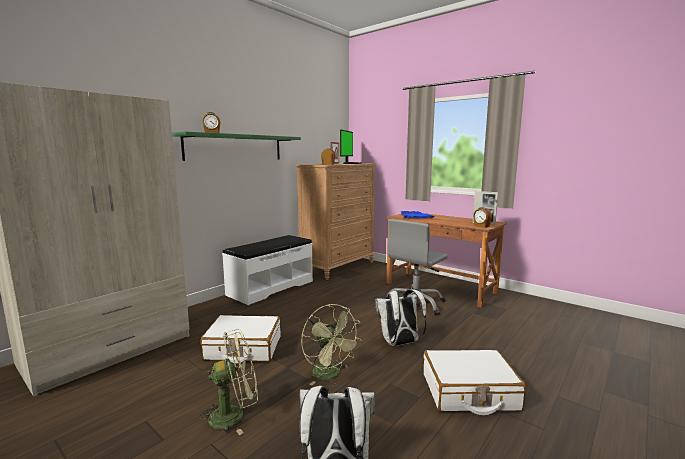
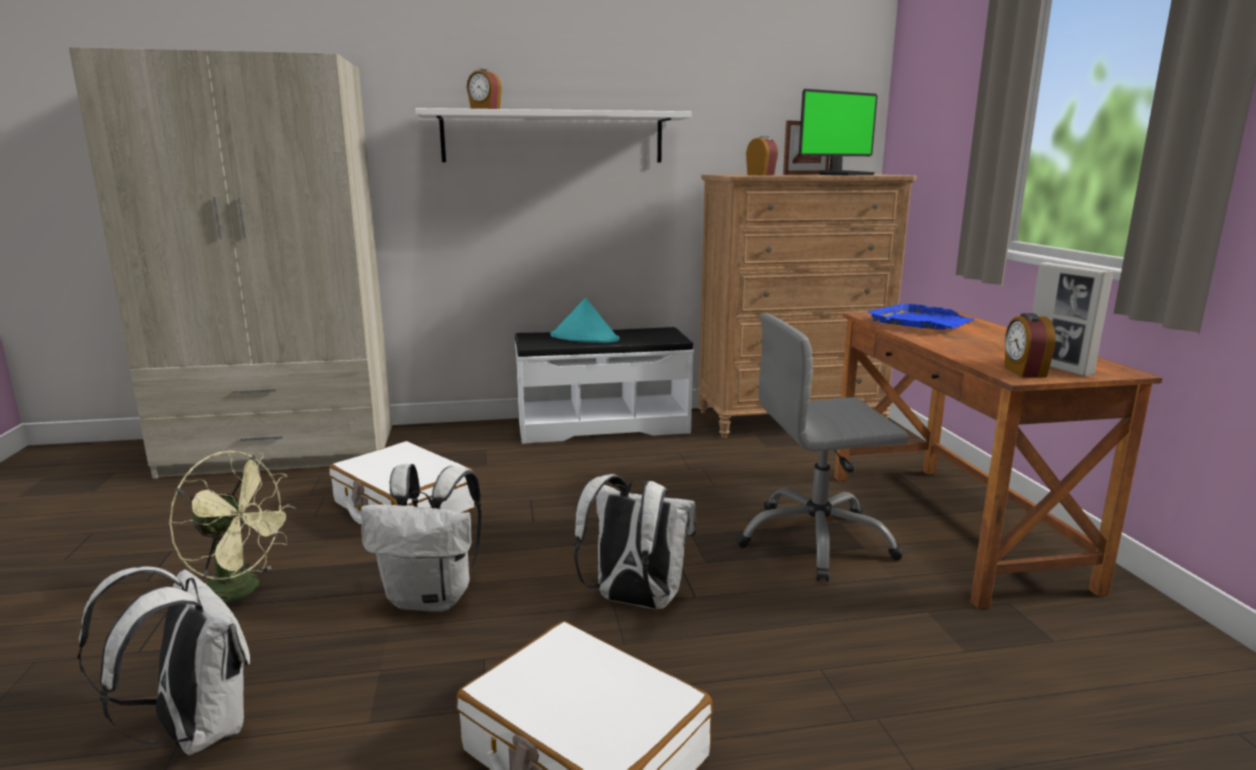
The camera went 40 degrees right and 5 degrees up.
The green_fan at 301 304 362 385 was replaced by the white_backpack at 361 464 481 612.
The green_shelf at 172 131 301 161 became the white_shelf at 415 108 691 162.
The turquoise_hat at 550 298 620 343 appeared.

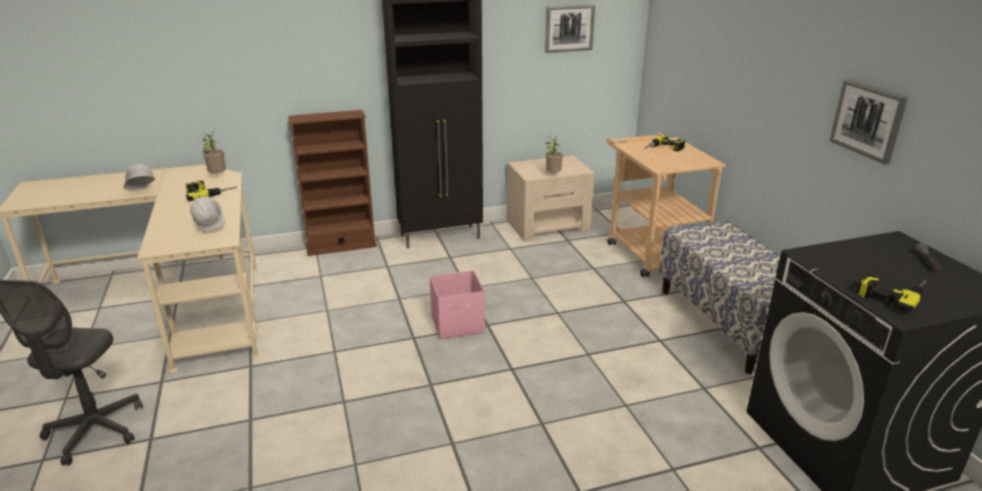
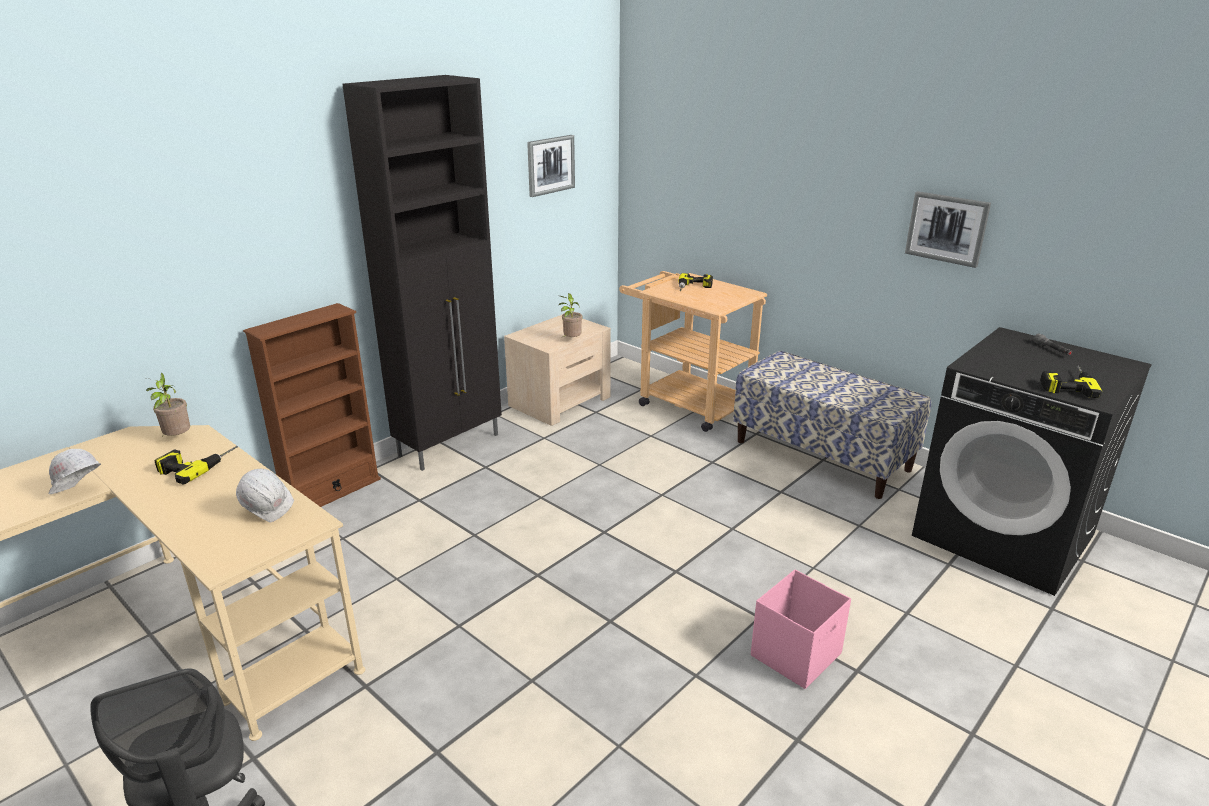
The camera went 30 degrees left and 0 degrees up.
The pink_storage_box moved from 430 270 485 339 to 751 569 851 689.

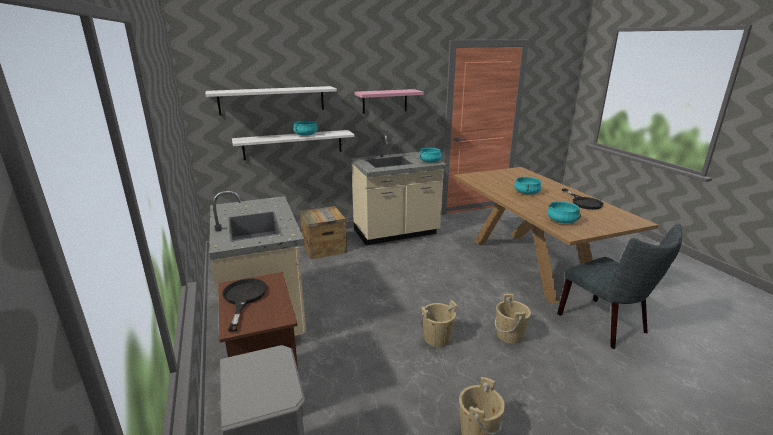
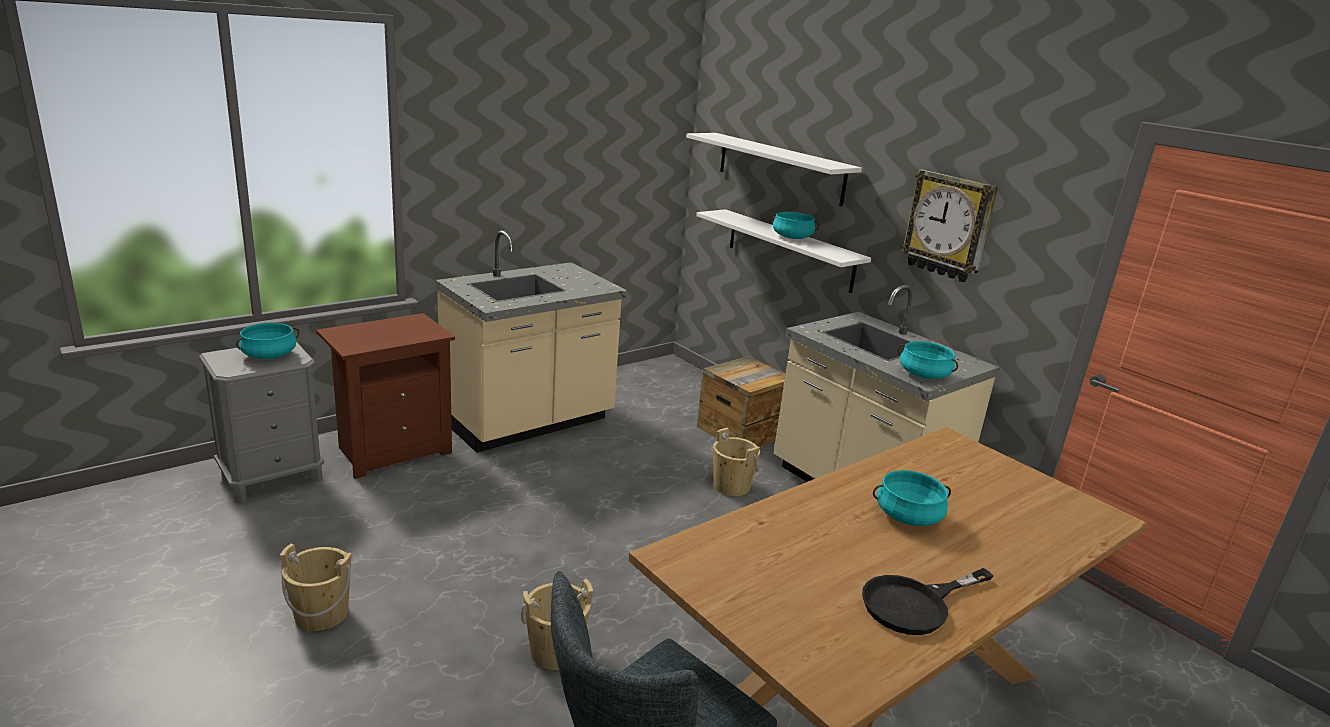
The camera went 70 degrees right and 0 degrees up.
The turquoise_cooking_pot moved from 547 202 581 223 to 236 323 299 359.
The beige_bucket moved from 421 300 457 347 to 713 428 760 496.
The pink_shelf at 355 89 424 114 was replaced by the wall_clock at 901 170 998 282.
The black_frying_pan at 222 279 267 332 disappeared.

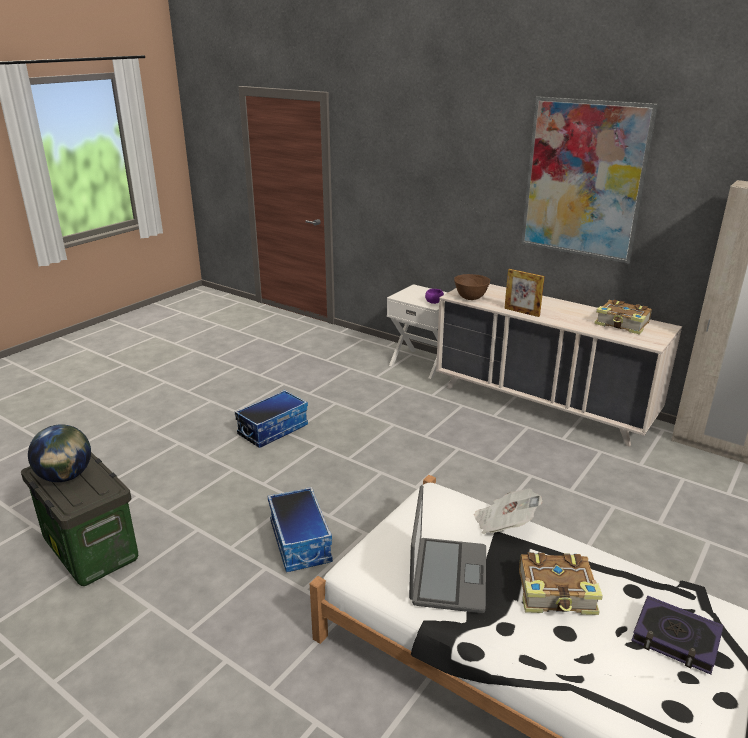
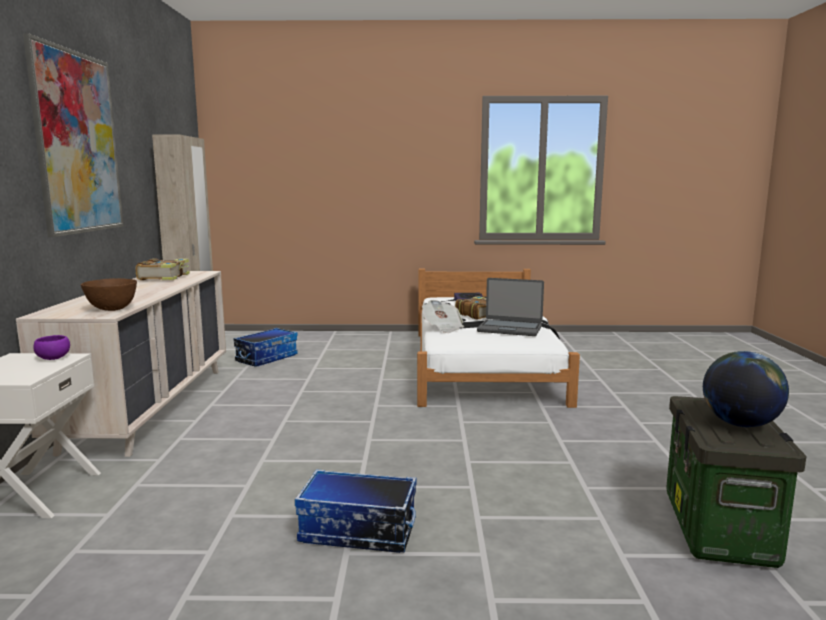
The camera went 125 degrees left and 15 degrees down.
The storage_box moved from 268 487 333 572 to 233 328 298 367.
The laptop at 409 485 486 613 turned 135 degrees counterclockwise.
The picture_frame at 504 269 545 317 disappeared.

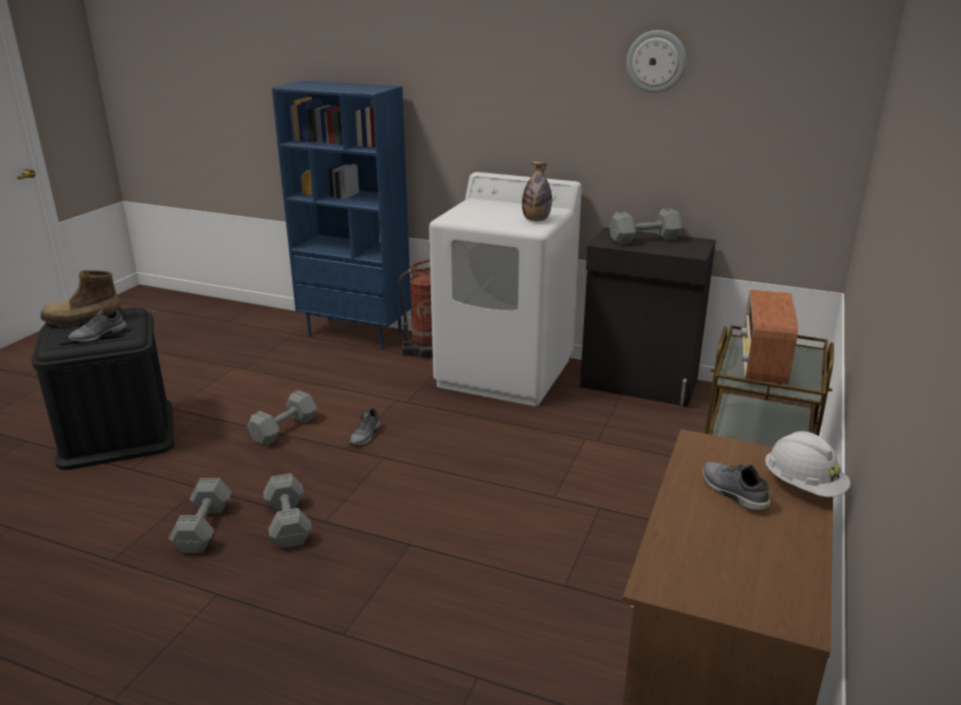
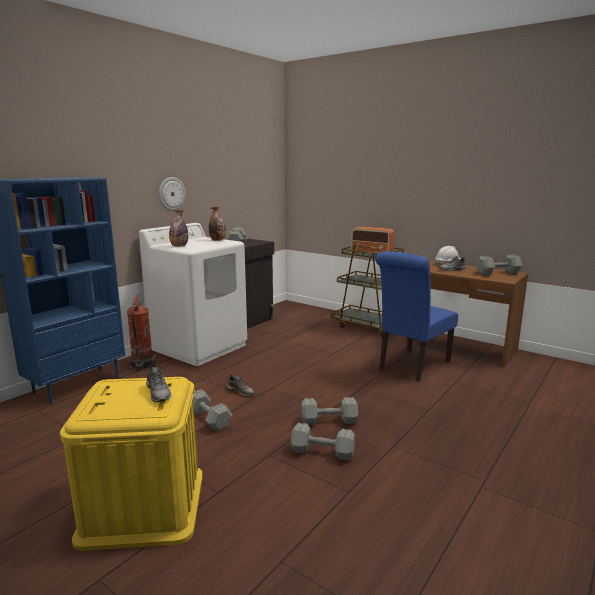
The camera went 75 degrees left and 10 degrees down.
The black_storage_box at 32 307 174 470 became the yellow_storage_box at 60 377 203 551.
The wall_clock moved from 626 30 686 93 to 159 177 186 211.
The bottle at 169 210 188 247 appeared.
The blue_chair at 376 251 458 382 appeared.
The grey_dumbbell at 476 255 522 275 appeared.
The boot at 40 270 123 326 disappeared.

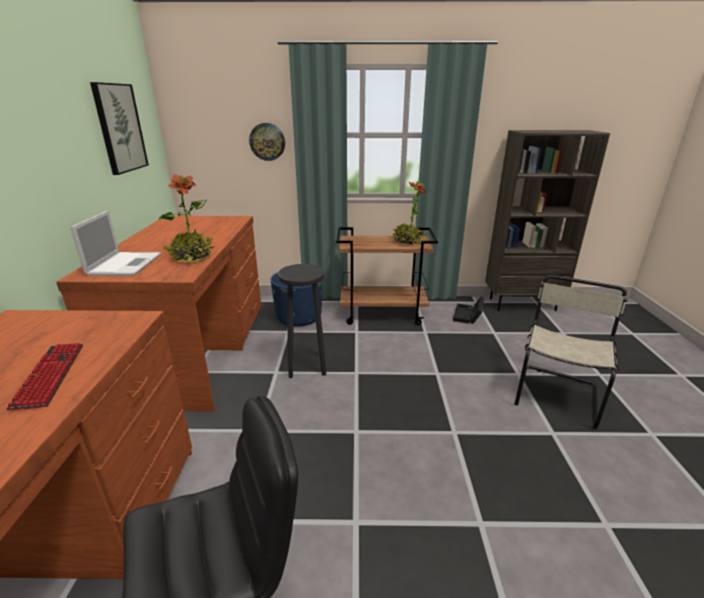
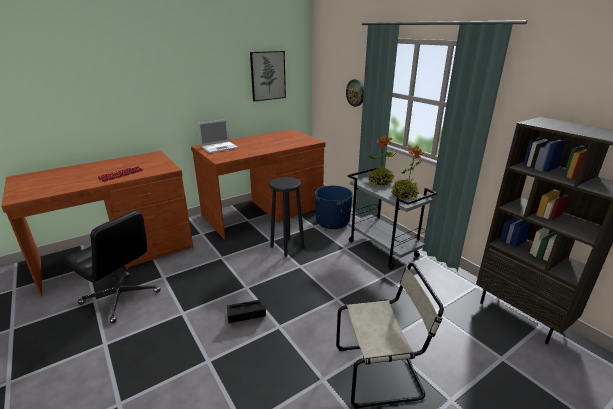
The camera went 55 degrees right and 0 degrees up.
The black_storage_box moved from 453 296 484 324 to 227 299 266 323.
The brown_cart at 337 227 438 325 became the grey_cart at 348 167 437 270.
The potted_plant moved from 159 174 215 264 to 367 135 396 186.

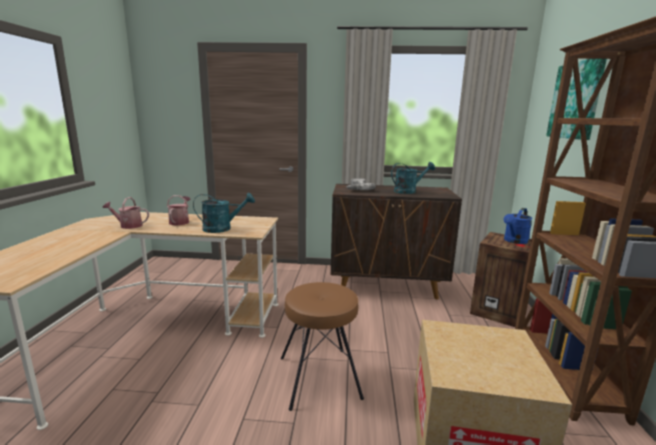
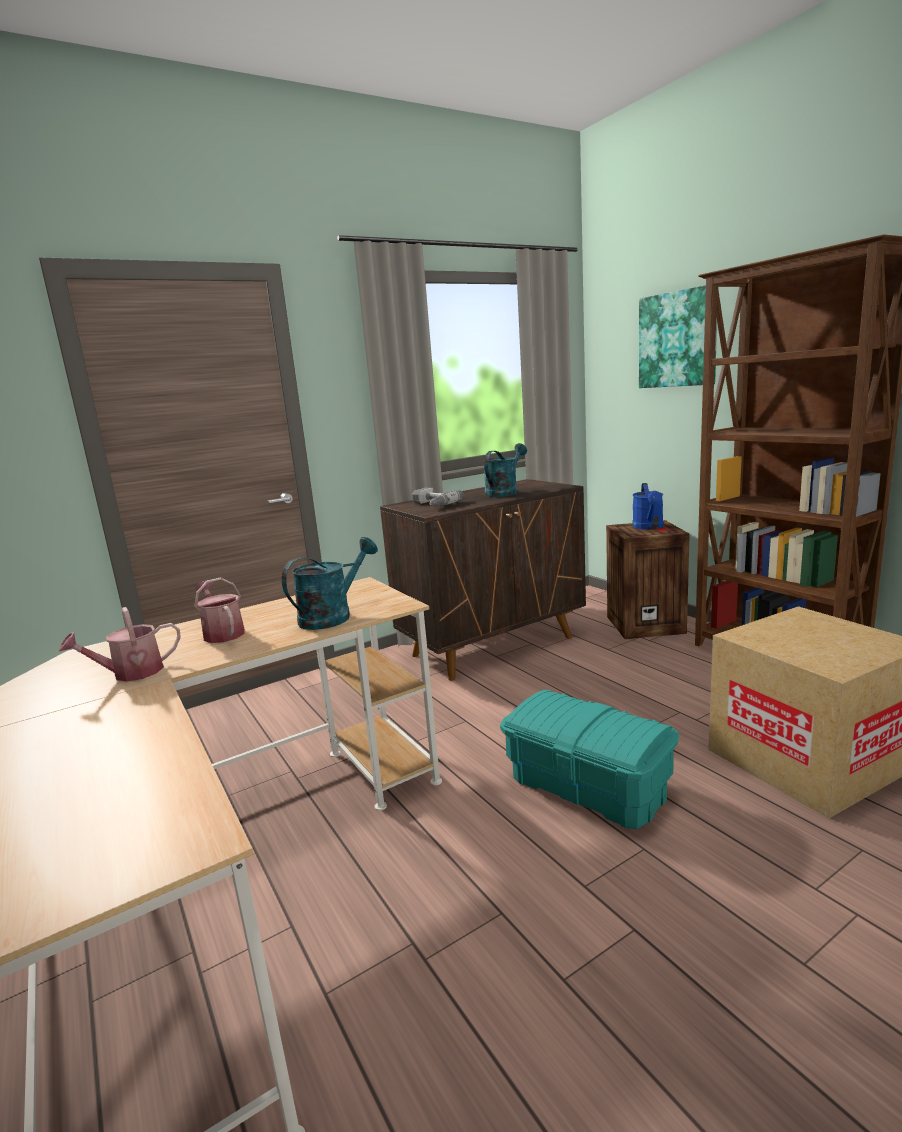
The camera went 35 degrees left and 0 degrees up.
The brown_stool at 281 282 364 411 was replaced by the turquoise_storage_box at 500 690 679 829.

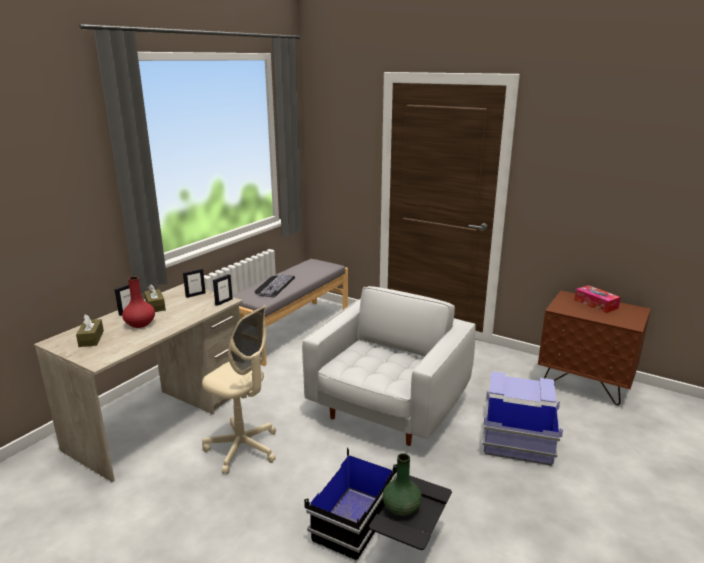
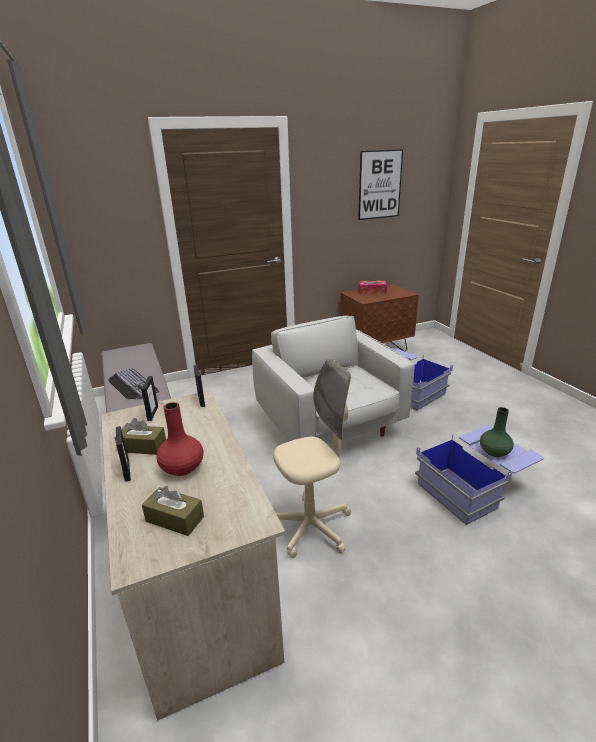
The camera went 55 degrees left and 5 degrees up.
The picture at 358 149 403 220 appeared.
The black_storage_box at 304 447 452 561 became the blue_storage_box at 415 425 544 525.

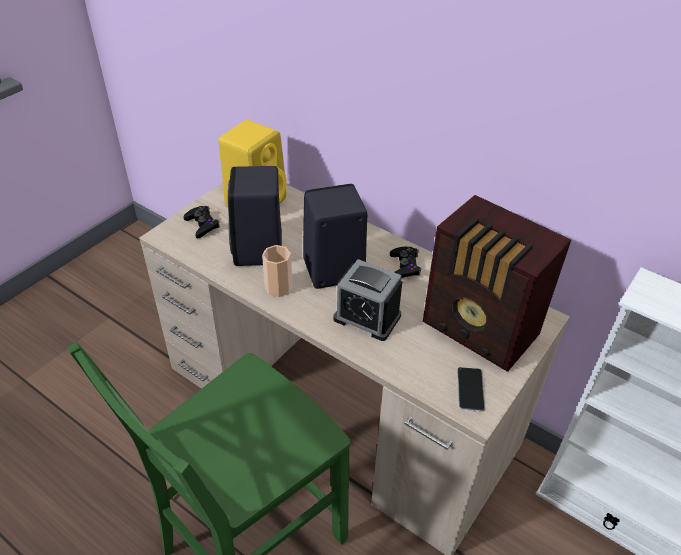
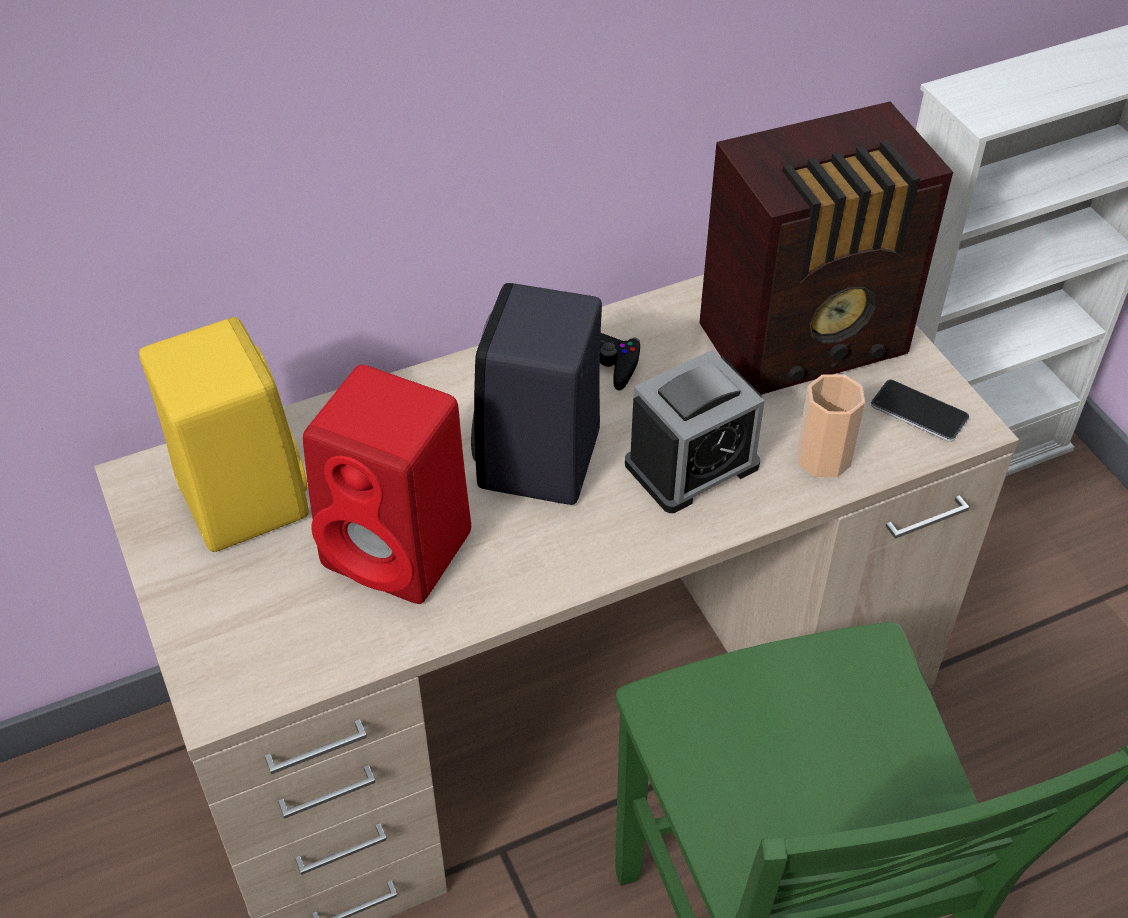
The camera went 60 degrees left and 5 degrees up.
The black_speaker at 228 166 282 266 became the red_speaker at 303 365 471 604.
The cup moved from 262 245 292 297 to 797 374 865 477.
The black_game_controller at 184 206 220 238 disappeared.

